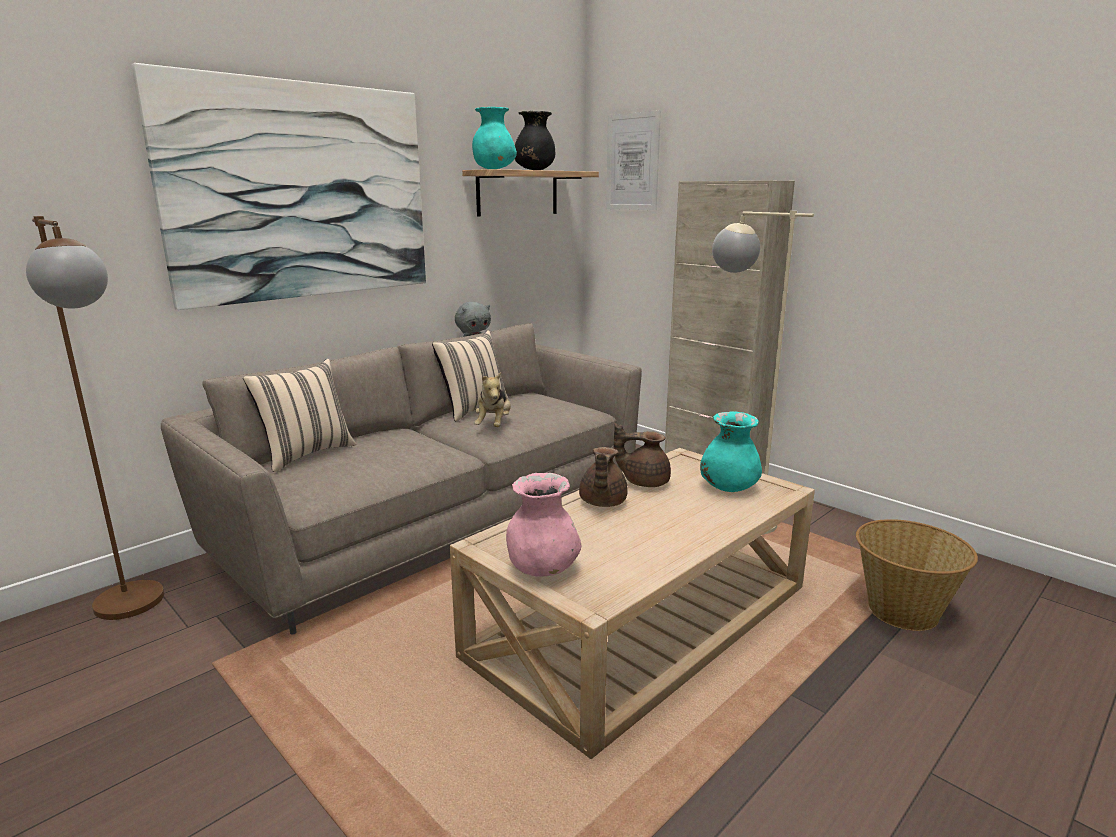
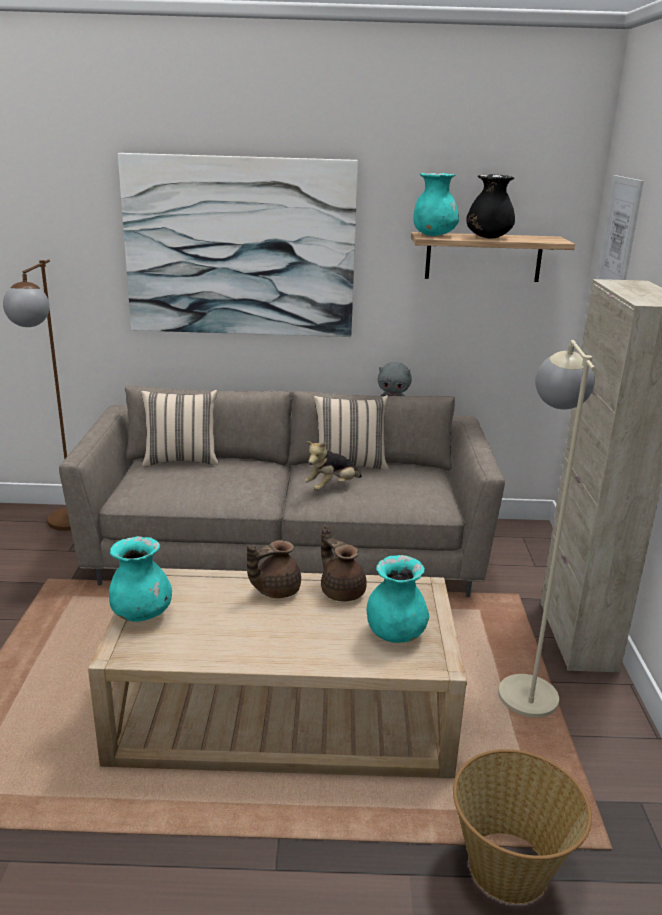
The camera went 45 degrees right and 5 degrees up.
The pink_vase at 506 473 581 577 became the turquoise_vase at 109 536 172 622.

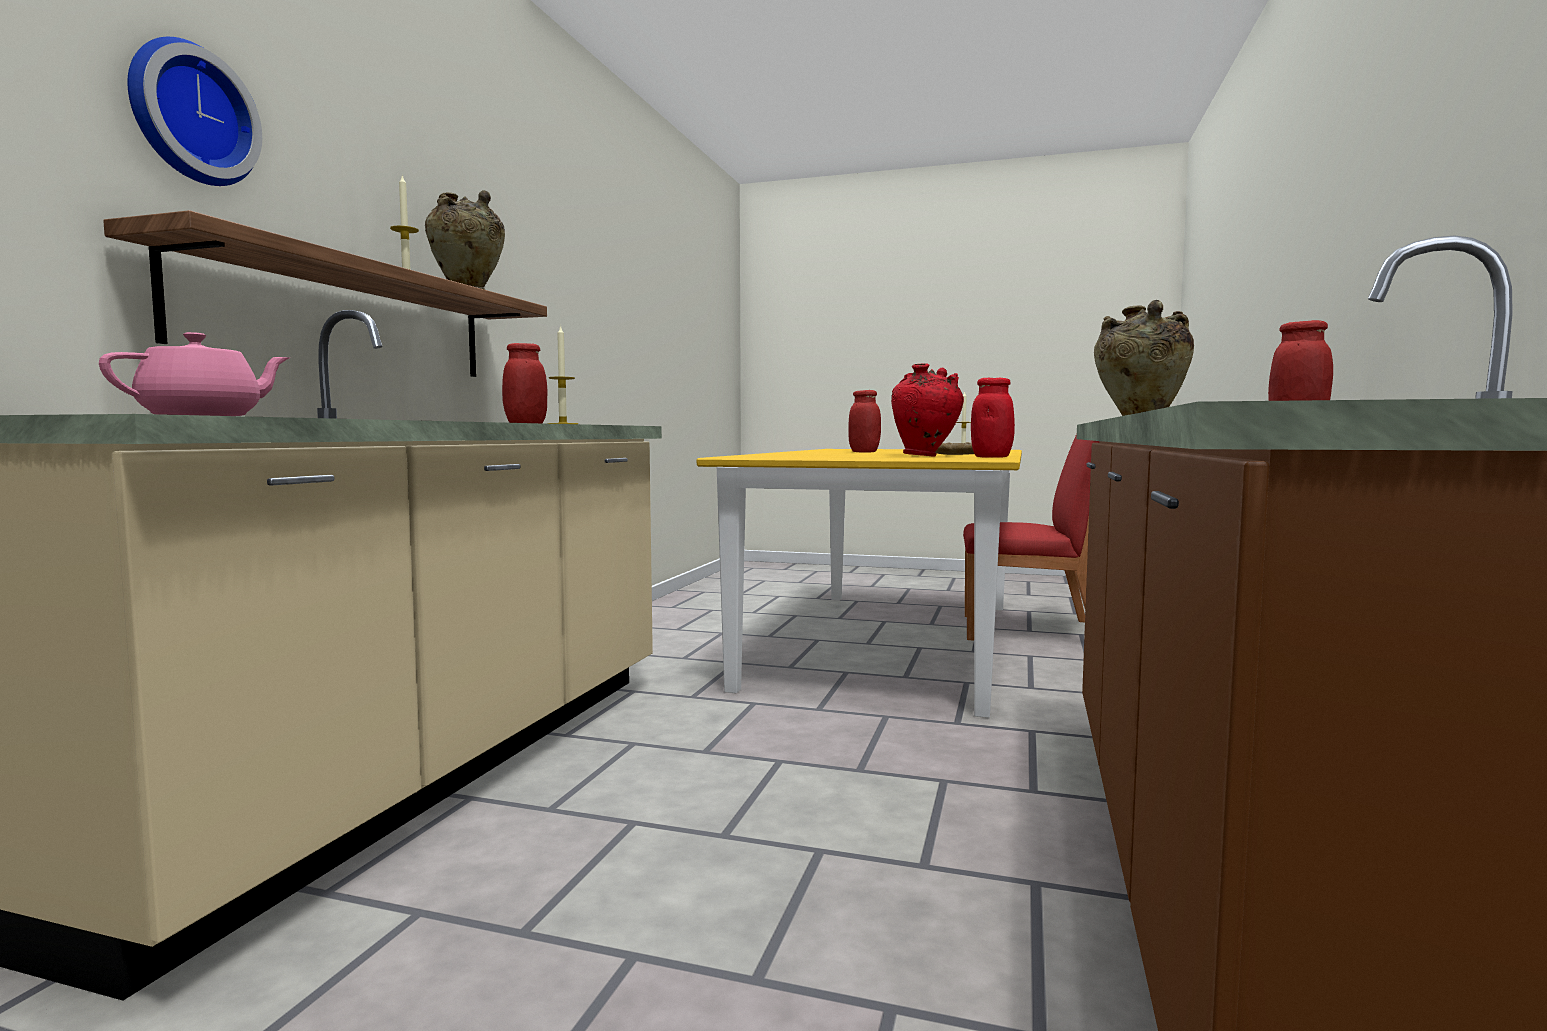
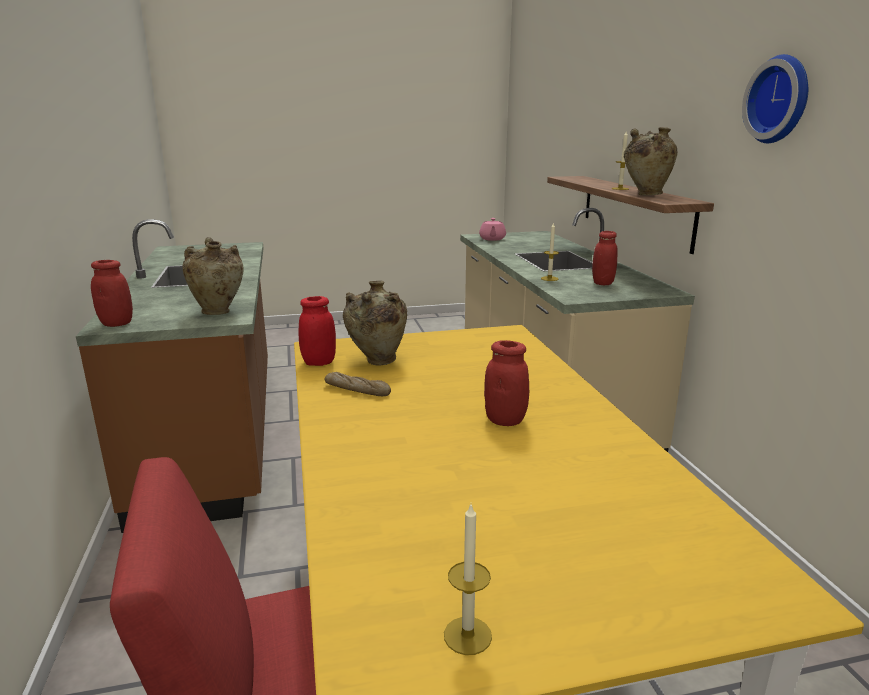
The camera went 150 degrees right and 15 degrees up.
The red_vase at 891 363 964 457 became the beige_vase at 343 281 407 366.
The wall_clock moved from 127 37 262 186 to 742 54 808 143.

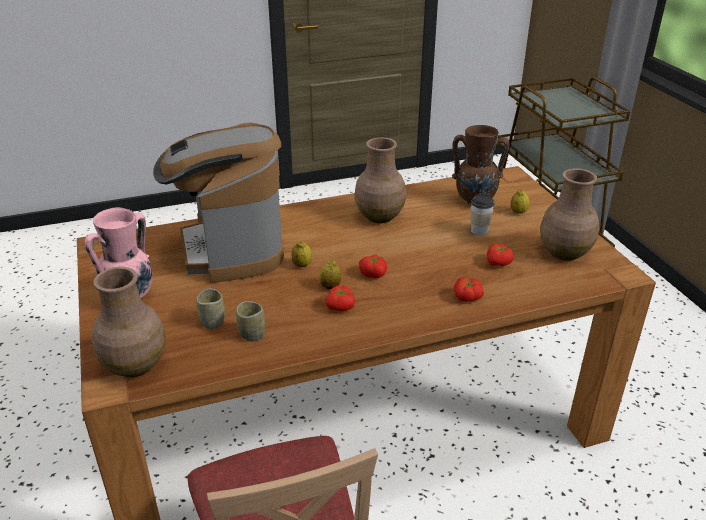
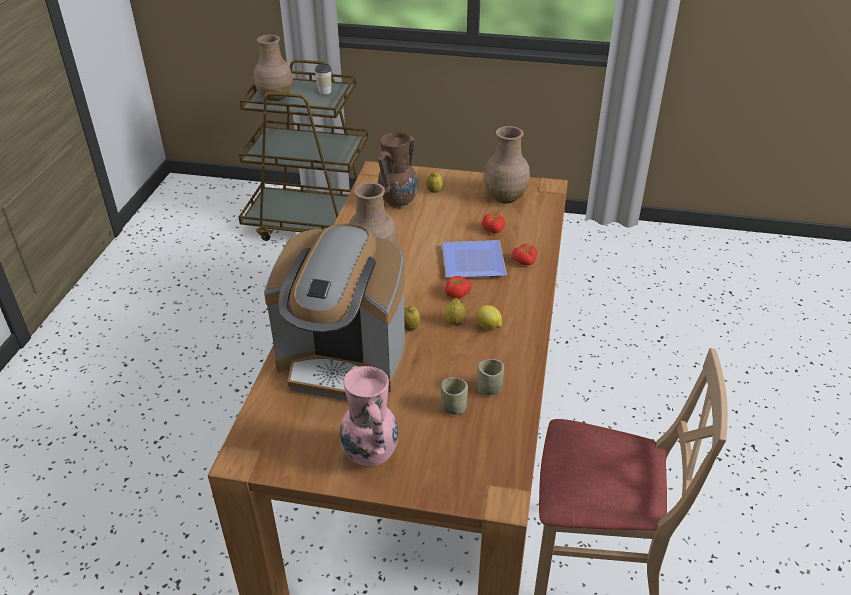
The camera went 60 degrees left and 5 degrees up.
The brown_vase moved from 92 267 166 377 to 254 35 293 101.
The cup moved from 471 194 495 235 to 315 63 332 94.
The plate at 442 240 507 278 appeared.
The tomato at 326 286 355 311 was replaced by the lemon at 476 305 502 330.

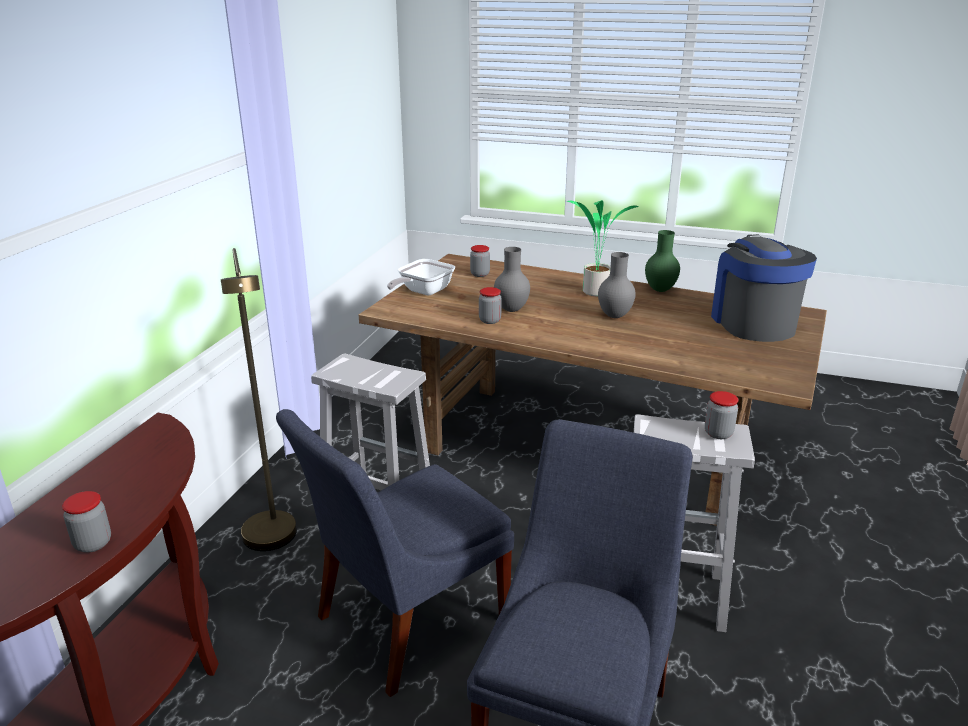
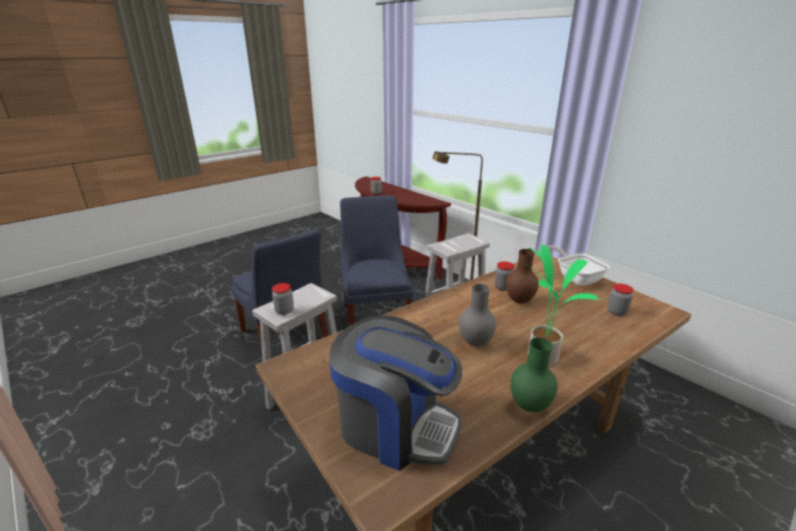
The camera went 120 degrees right and 0 degrees up.
The grey_vase at 494 247 530 312 became the brown_vase at 506 249 539 304.

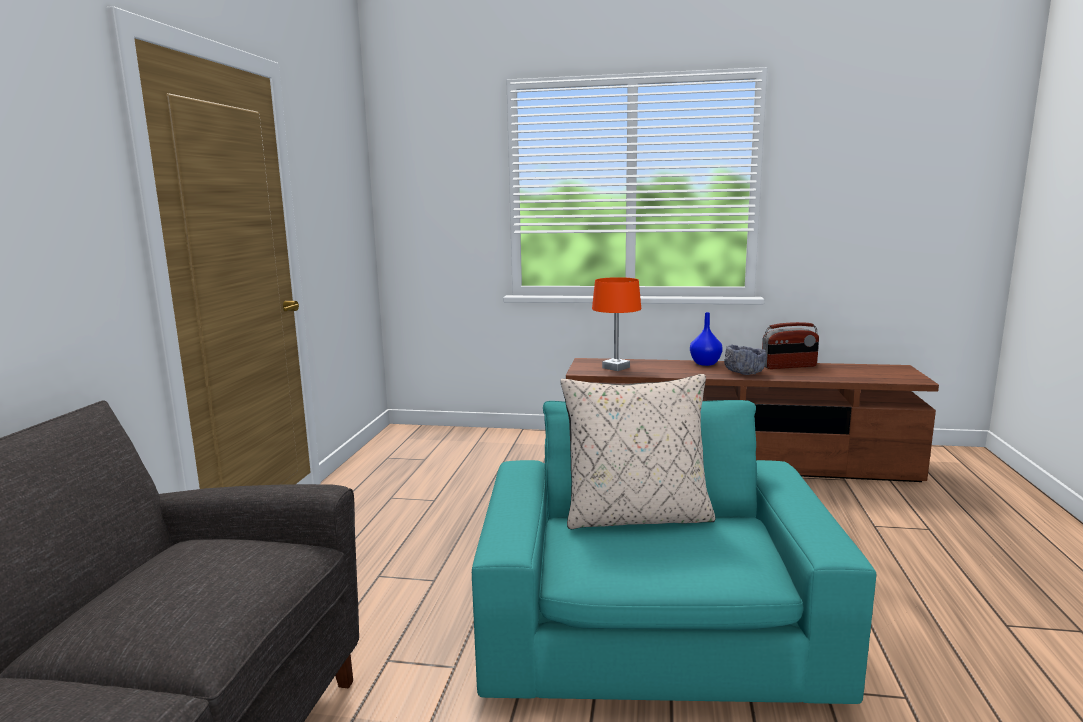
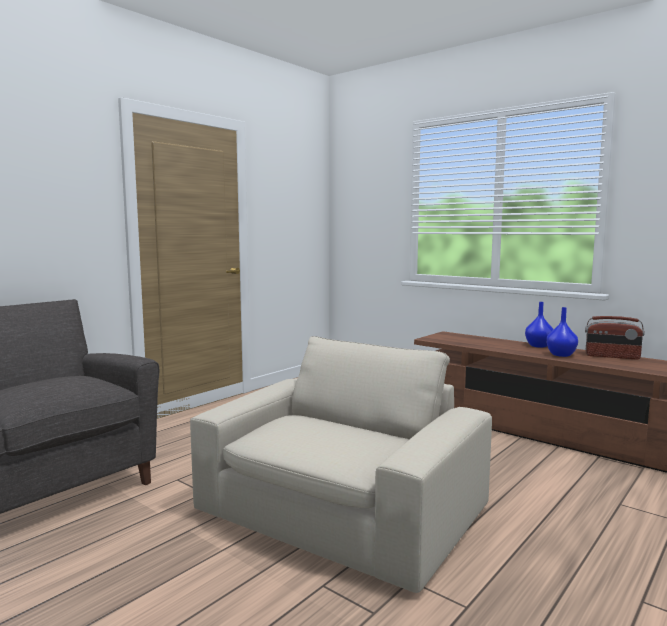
The camera went 30 degrees right and 5 degrees down.
The turquoise_armchair at 472 400 876 704 became the beige_armchair at 190 336 492 593.
The grey_bowl at 724 344 767 375 was replaced by the blue_vase at 546 307 578 357.
The beige_pillow at 561 374 715 529 disappeared.
The orange_table_lamp at 592 277 641 371 disappeared.

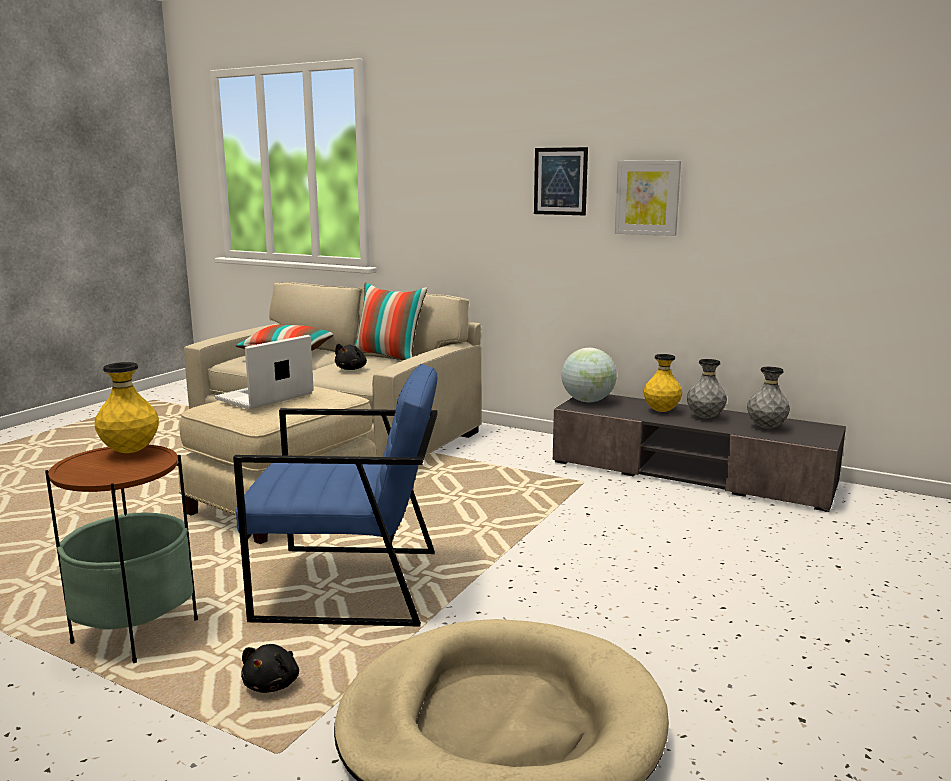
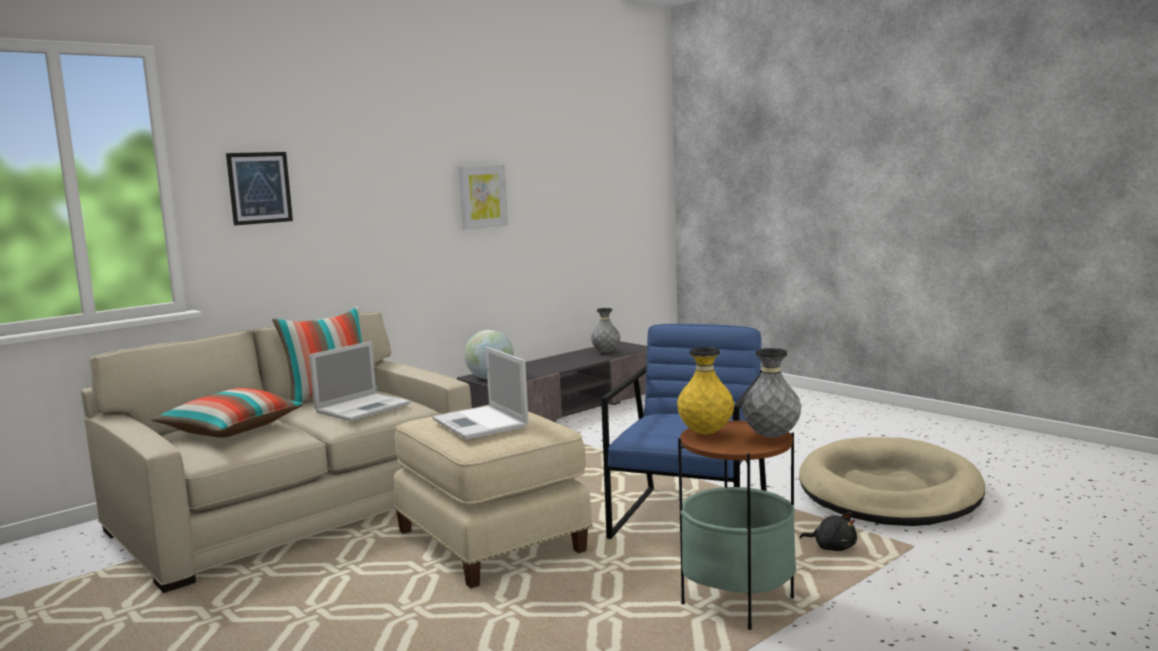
The camera went 70 degrees left and 5 degrees down.
The picture moved from 534 147 588 215 to 226 152 293 225.
The black_plush_toy at 335 344 367 370 was replaced by the laptop at 309 341 410 421.
The grey_vase moved from 687 359 727 419 to 742 348 801 438.
The yellow_vase at 644 354 682 412 disappeared.

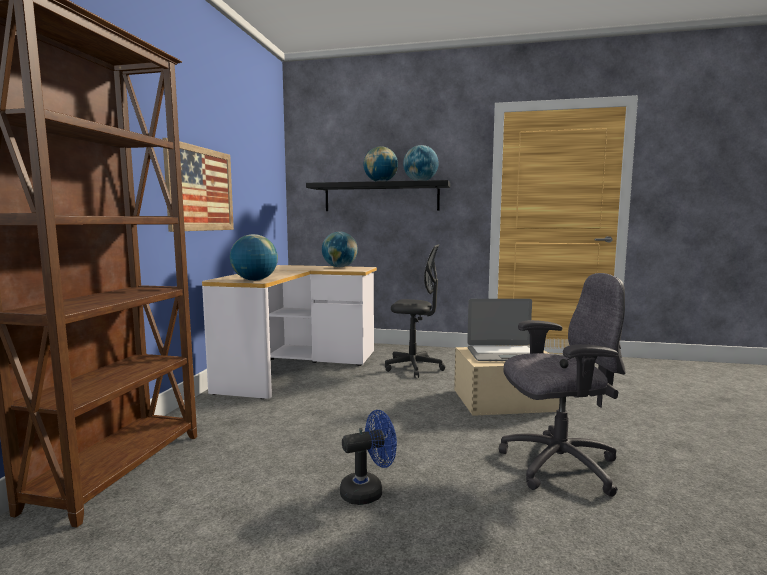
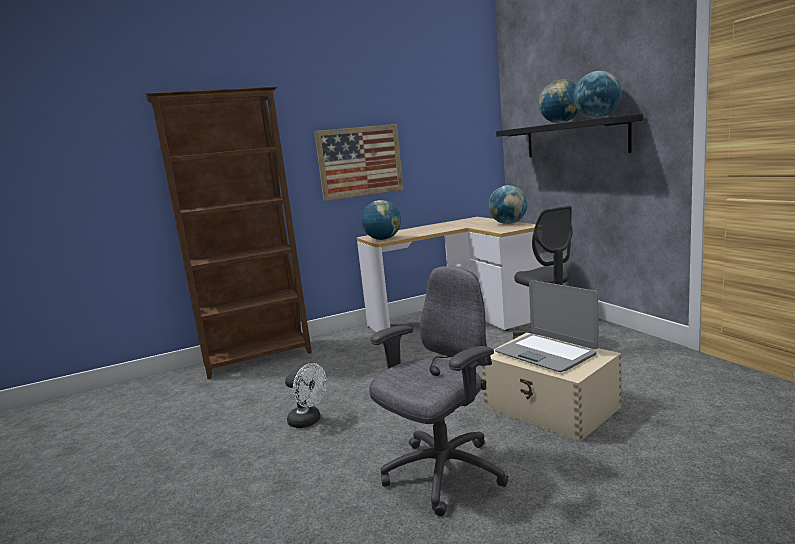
The camera went 55 degrees right and 5 degrees up.
The blue_fan at 340 410 397 505 became the white_fan at 285 363 327 428.
The grey_office_chair at 498 273 626 497 turned 90 degrees counterclockwise.

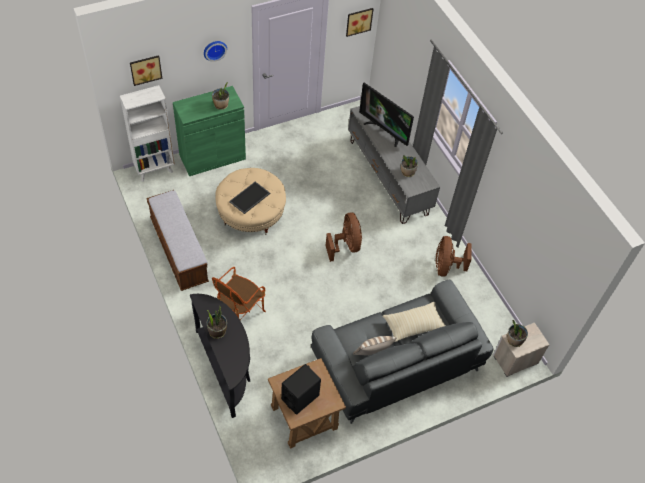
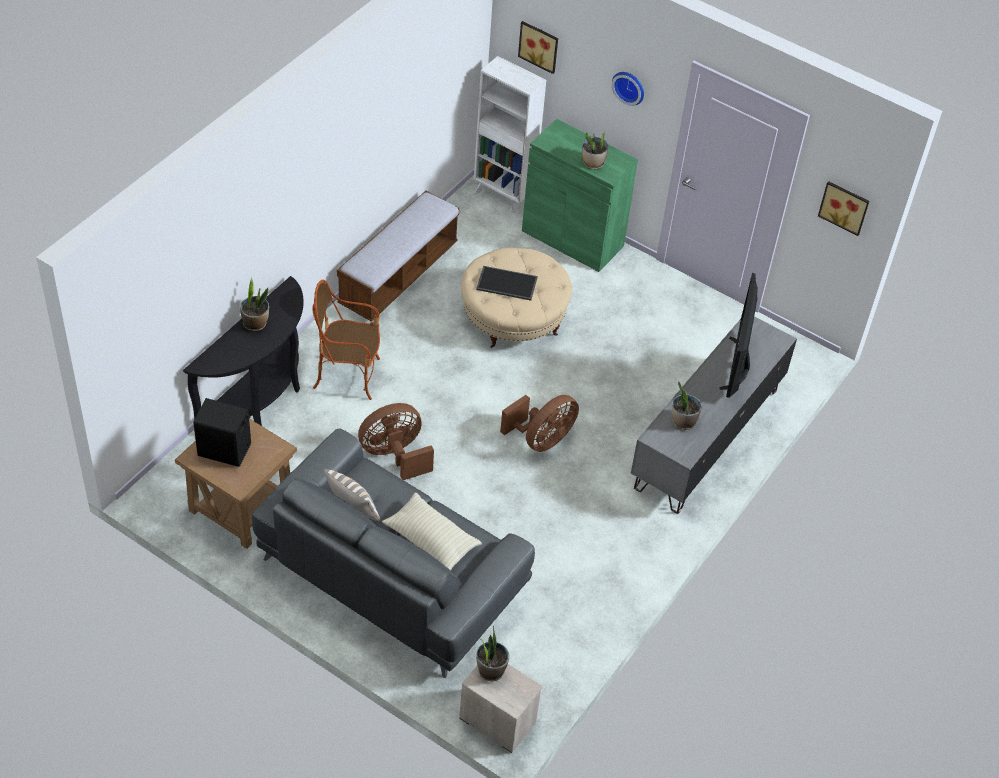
The camera went 60 degrees right and 5 degrees down.
The brown_fan moved from 436 236 472 277 to 358 403 434 480.

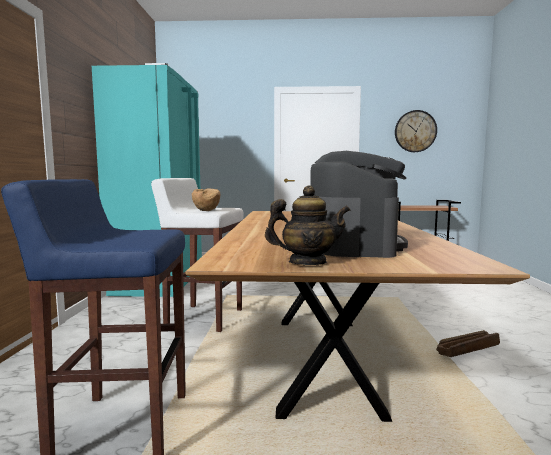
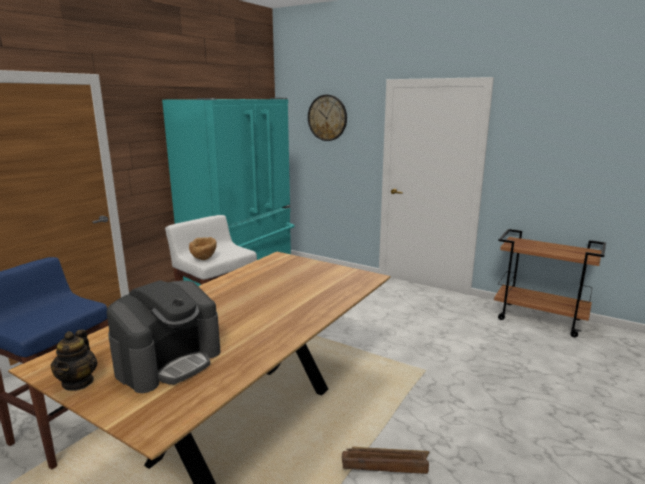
The camera went 30 degrees right and 10 degrees up.
The teapot at 265 185 351 265 turned 60 degrees clockwise.
The wall_clock moved from 395 110 437 152 to 308 95 347 141.

